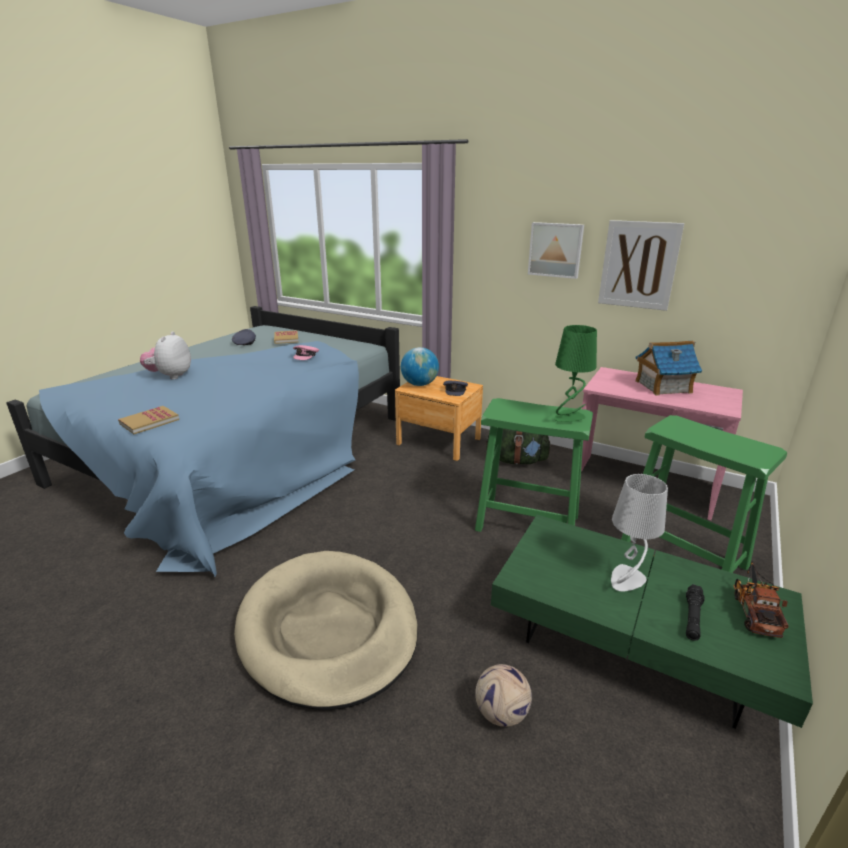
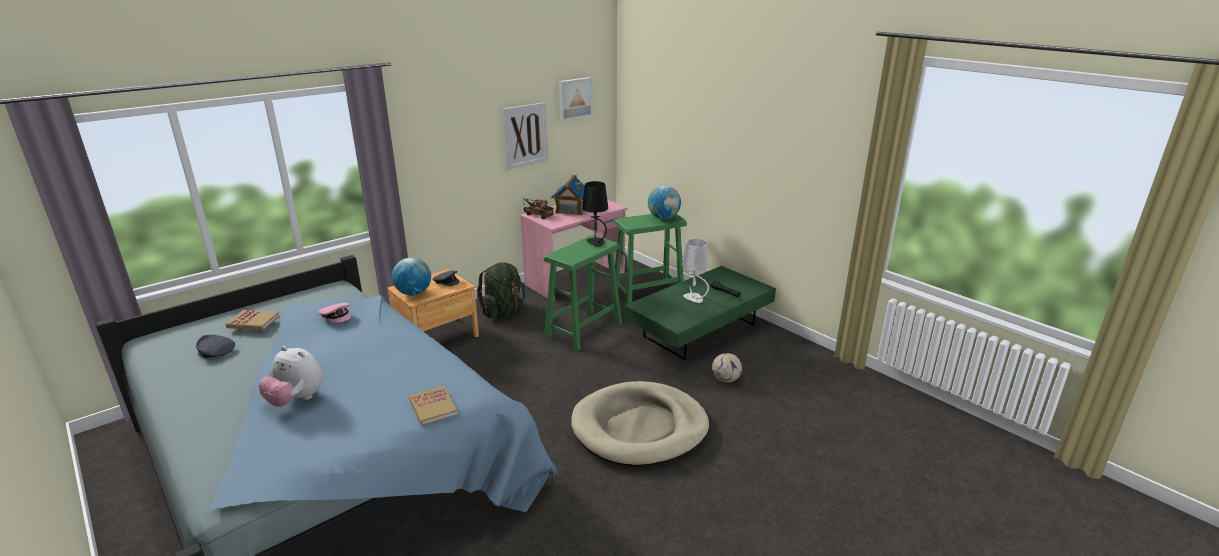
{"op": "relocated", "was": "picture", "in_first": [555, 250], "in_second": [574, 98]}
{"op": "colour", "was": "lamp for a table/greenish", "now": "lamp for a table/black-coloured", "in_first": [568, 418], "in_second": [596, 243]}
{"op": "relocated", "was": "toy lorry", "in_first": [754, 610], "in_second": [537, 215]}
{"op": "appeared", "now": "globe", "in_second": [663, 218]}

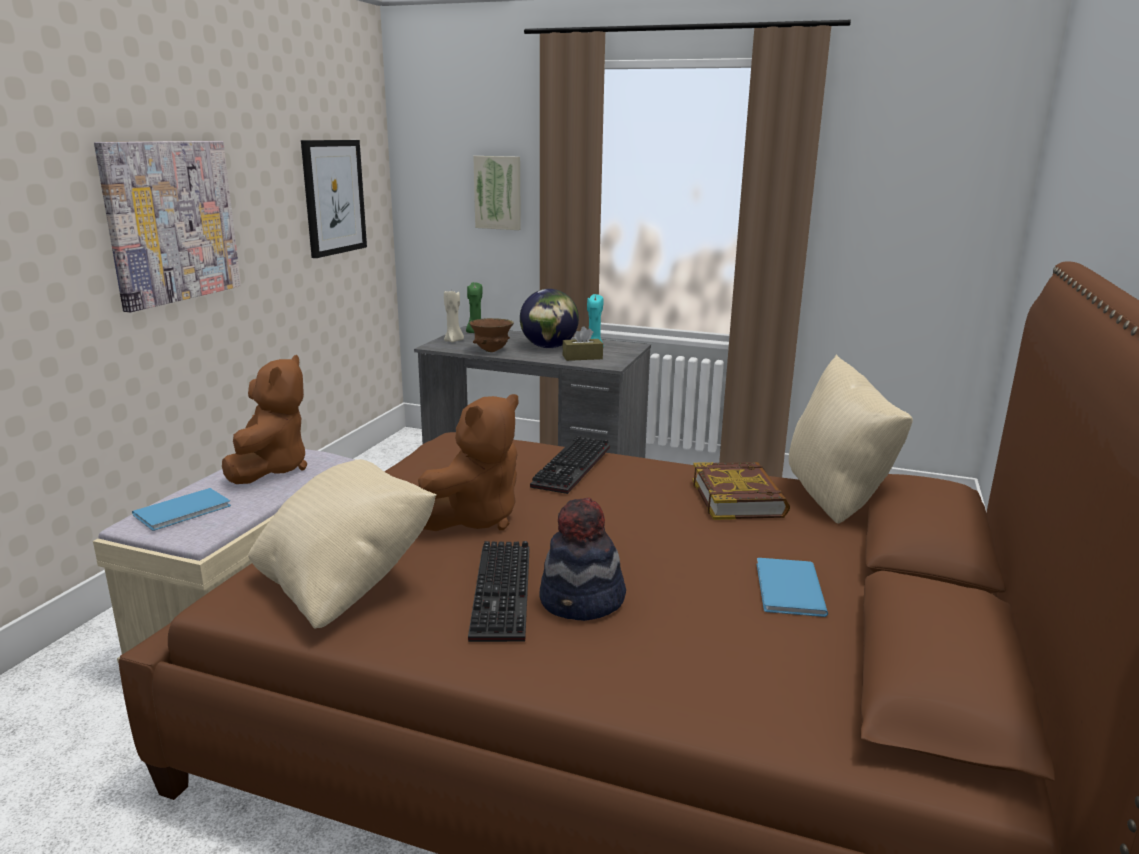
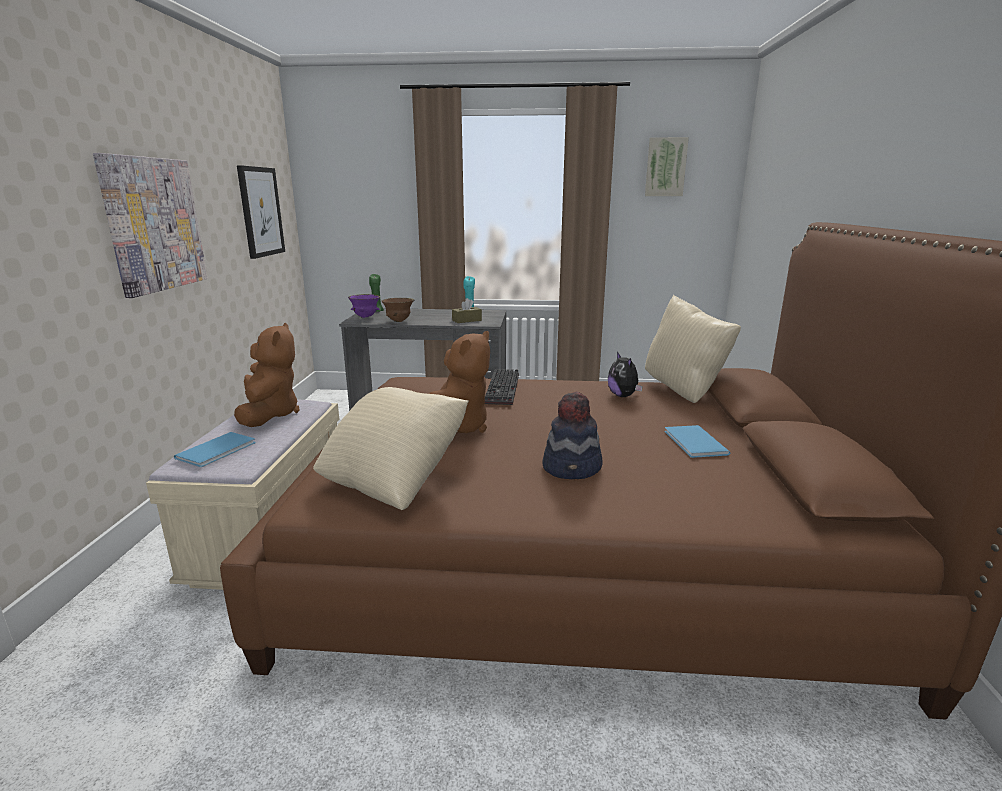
{"op": "exchanged", "was": "wax candle/beige-coloured", "now": "deep dish/purple", "in_first": [454, 341], "in_second": [365, 317]}
{"op": "missing", "was": "PC keyboard", "in_first": [505, 594]}
{"op": "relocated", "was": "picture", "in_first": [498, 192], "in_second": [665, 167]}
{"op": "missing", "was": "globe", "in_first": [549, 347]}
{"op": "exchanged", "was": "volume", "now": "cuddly toy", "in_first": [738, 498], "in_second": [623, 396]}

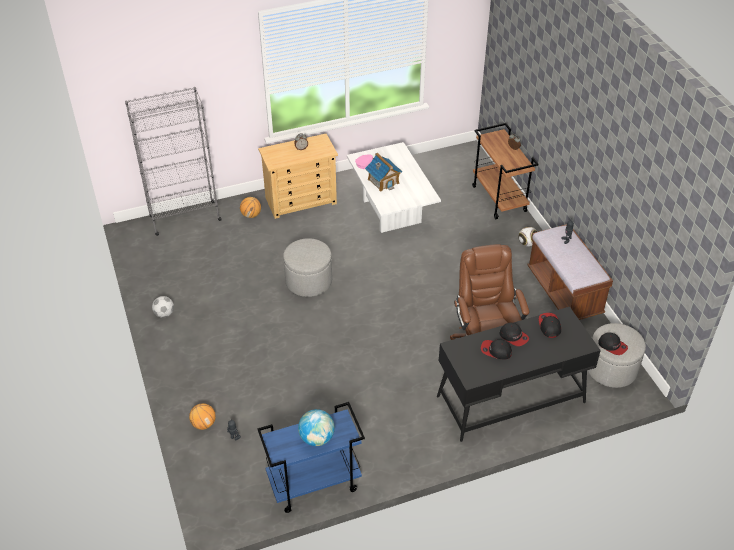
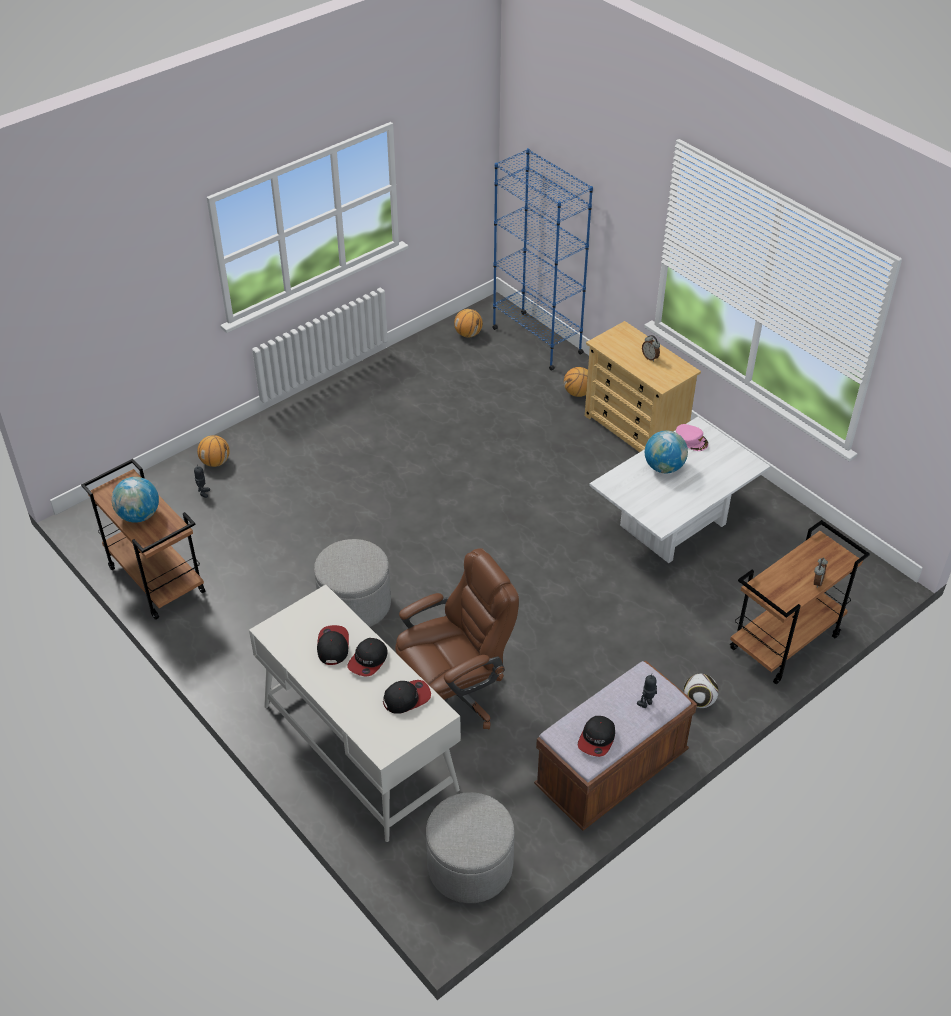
{"op": "colour", "was": "shelving unit/grey", "now": "shelving unit/bluish", "in_first": [185, 218], "in_second": [537, 340]}
{"op": "missing", "was": "football", "in_first": [164, 314]}
{"op": "colour", "was": "cart/bluish", "now": "cart/brownish", "in_first": [313, 484], "in_second": [155, 580]}
{"op": "relocated", "was": "pouffe/grey", "in_first": [308, 281], "in_second": [355, 604]}
{"op": "exchanged", "was": "toy house", "now": "globe", "in_first": [383, 181], "in_second": [664, 467]}
{"op": "colour", "was": "desk unit/black-coloured", "now": "desk unit/white-coloured", "in_first": [510, 399], "in_second": [359, 746]}
{"op": "relocated", "was": "cap", "in_first": [612, 346], "in_second": [597, 739]}
{"op": "appeared", "now": "basketball ball", "in_second": [468, 334]}

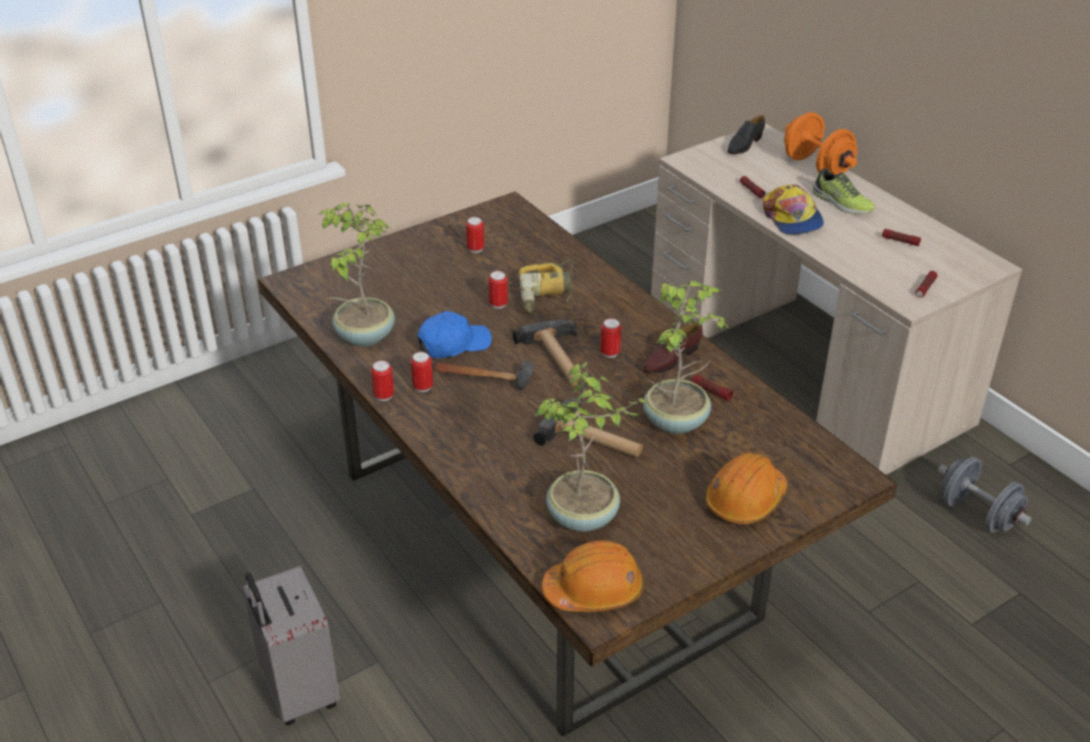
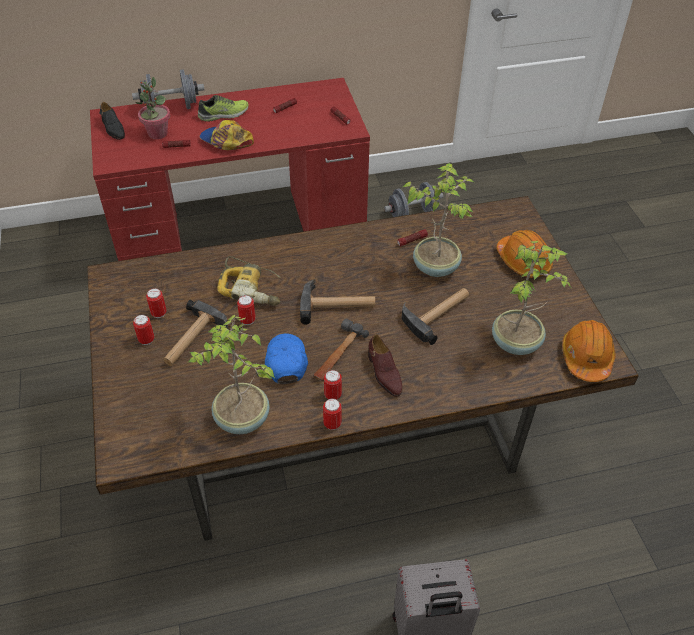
{"op": "relocated", "was": "metal can", "in_first": [610, 353], "in_second": [146, 340]}
{"op": "relocated", "was": "item of footwear/brownish", "in_first": [671, 358], "in_second": [384, 373]}
{"op": "colour", "was": "desk unit/beige-coloured", "now": "desk unit/red", "in_first": [804, 362], "in_second": [241, 230]}
{"op": "spun", "was": "cap", "in_first": [792, 218], "in_second": [226, 141], "clockwise": -150}
{"op": "colour", "was": "free weight/orange-coloured", "now": "free weight/grey", "in_first": [817, 166], "in_second": [171, 108]}
{"op": "appeared", "now": "plant in a pot", "in_second": [157, 133]}
{"op": "appeared", "now": "hand hammer", "in_second": [192, 339]}

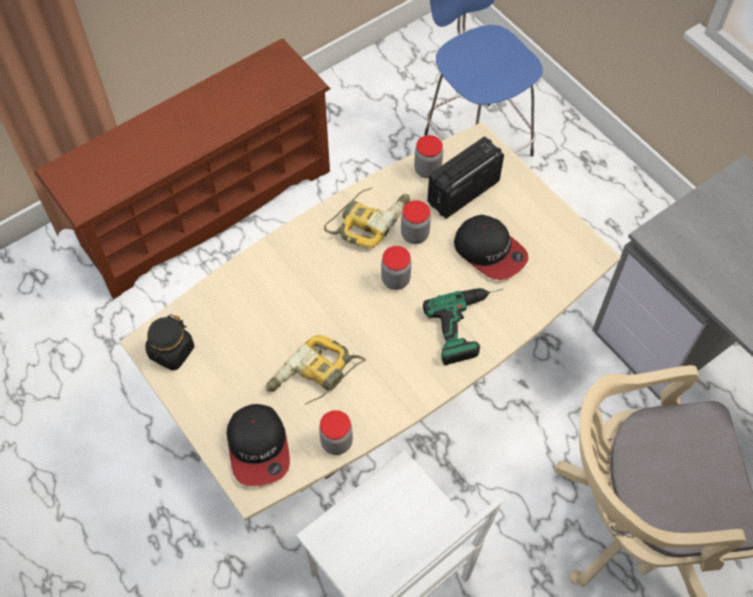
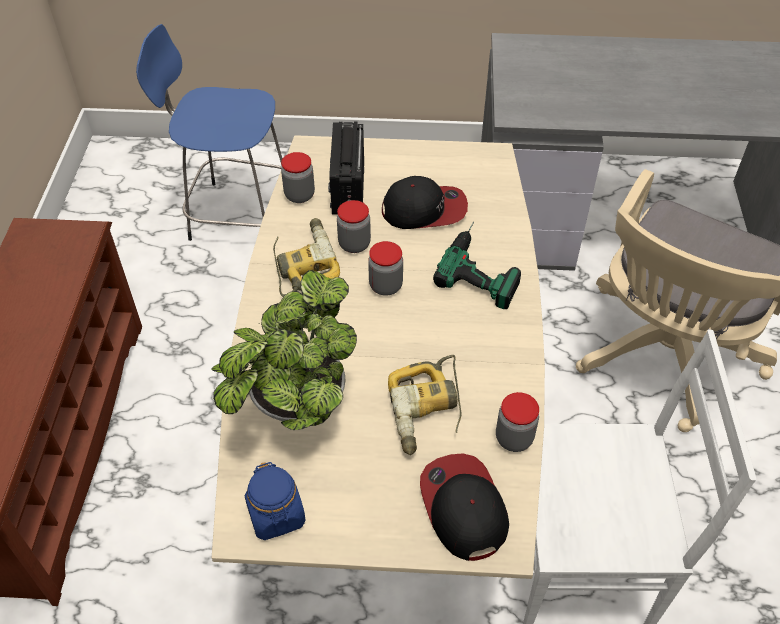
{"op": "colour", "was": "jar/black-coloured", "now": "jar/bluish", "in_first": [171, 352], "in_second": [276, 515]}
{"op": "spun", "was": "cap", "in_first": [259, 447], "in_second": [463, 508], "clockwise": -135}
{"op": "appeared", "now": "plant in a pot", "in_second": [295, 407]}

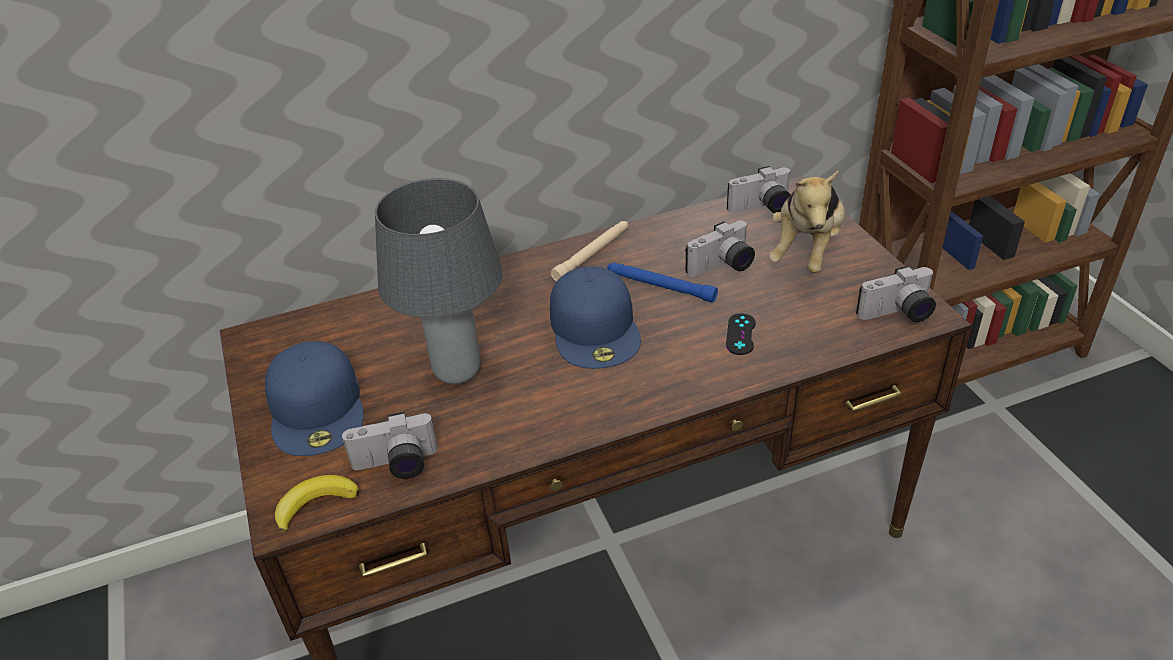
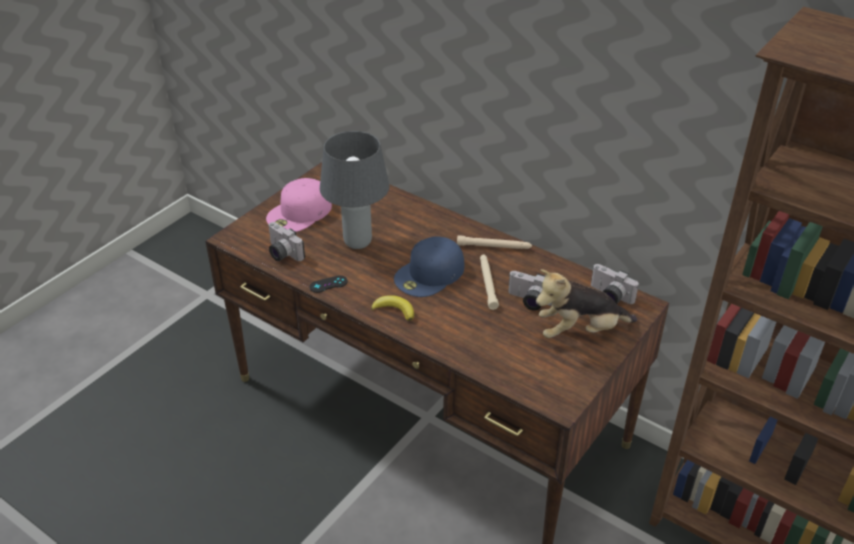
{"op": "colour", "was": "cap/bluish", "now": "cap/pinkish", "in_first": [318, 408], "in_second": [299, 213]}
{"op": "relocated", "was": "banana", "in_first": [315, 504], "in_second": [394, 310]}
{"op": "colour", "was": "flashlight/bluish", "now": "flashlight/beige-coloured", "in_first": [660, 286], "in_second": [487, 283]}
{"op": "relocated", "was": "gamepad/black-coloured", "in_first": [740, 334], "in_second": [328, 284]}
{"op": "missing", "was": "photo camera", "in_first": [898, 314]}

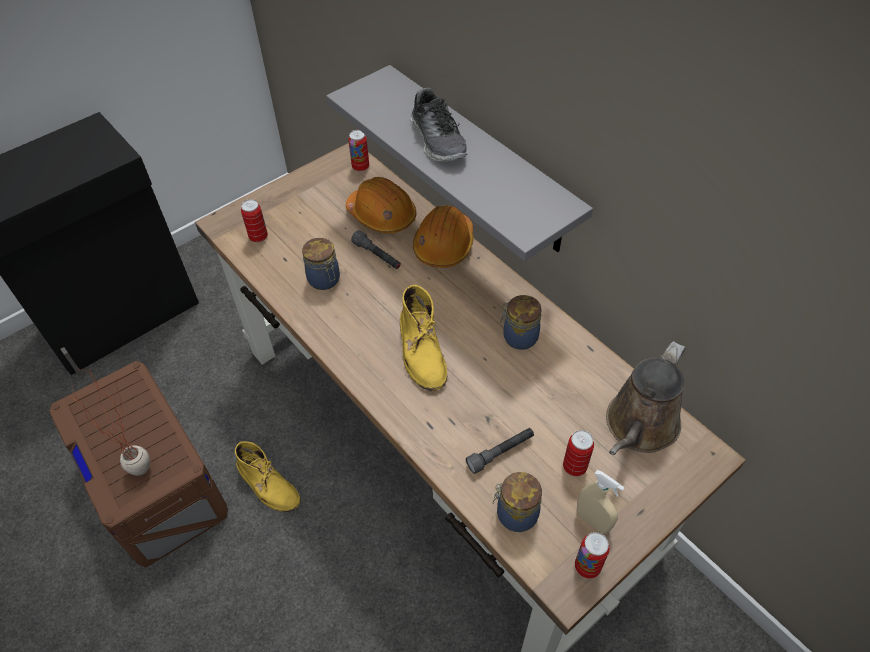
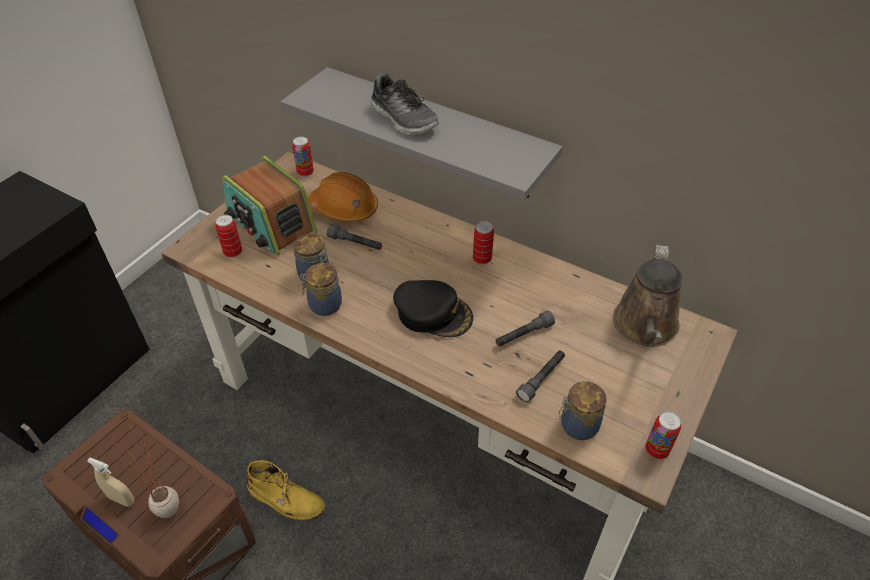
{"op": "exchanged", "was": "tall boot/yellow", "now": "cap/black-coloured", "in_first": [422, 350], "in_second": [433, 313]}
{"op": "missing", "was": "safety helmet/orange-coloured", "in_first": [444, 245]}
{"op": "relocated", "was": "jar", "in_first": [518, 337], "in_second": [324, 305]}
{"op": "relocated", "was": "metal can", "in_first": [574, 467], "in_second": [482, 259]}
{"op": "relocated", "was": "hand sprayer/beige-coloured", "in_first": [592, 521], "in_second": [122, 499]}
{"op": "appeared", "now": "radio receiver", "in_second": [271, 224]}
{"op": "appeared", "now": "flashlight/grey", "in_second": [523, 335]}

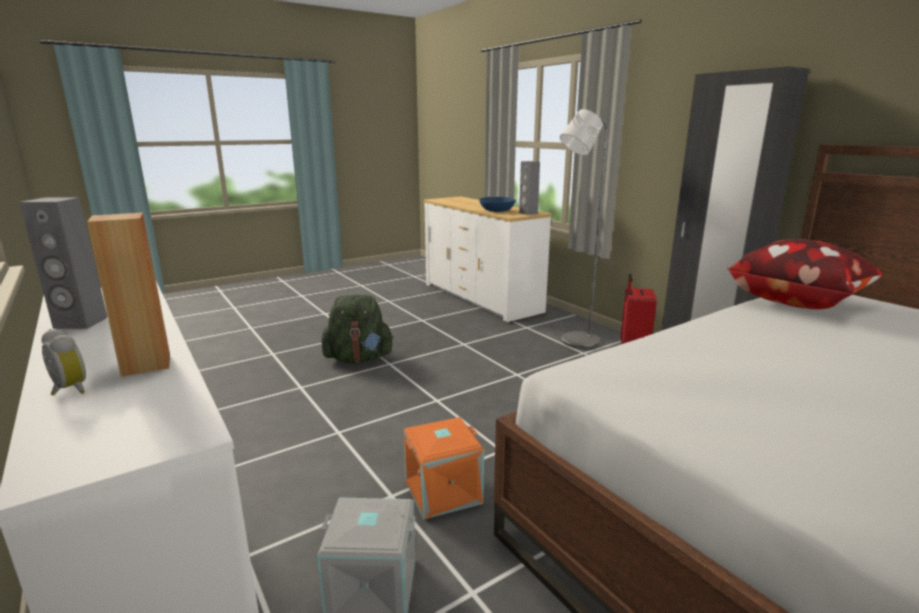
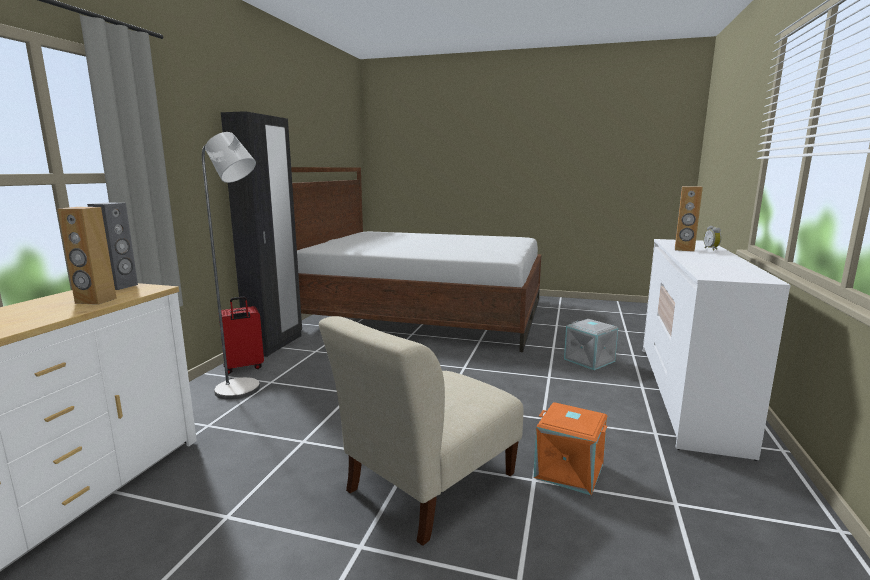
{"op": "missing", "was": "audio speaker/grey", "in_first": [80, 323]}
{"op": "exchanged", "was": "knapsack/greenish", "now": "upright chair/beige-coloured", "in_first": [359, 359], "in_second": [427, 486]}
{"op": "relocated", "was": "storage bin/orange-coloured", "in_first": [443, 492], "in_second": [569, 470]}
{"op": "exchanged", "was": "deep dish/bluish", "now": "audio speaker/brownish", "in_first": [496, 211], "in_second": [95, 301]}
{"op": "missing", "was": "cushion", "in_first": [795, 302]}

